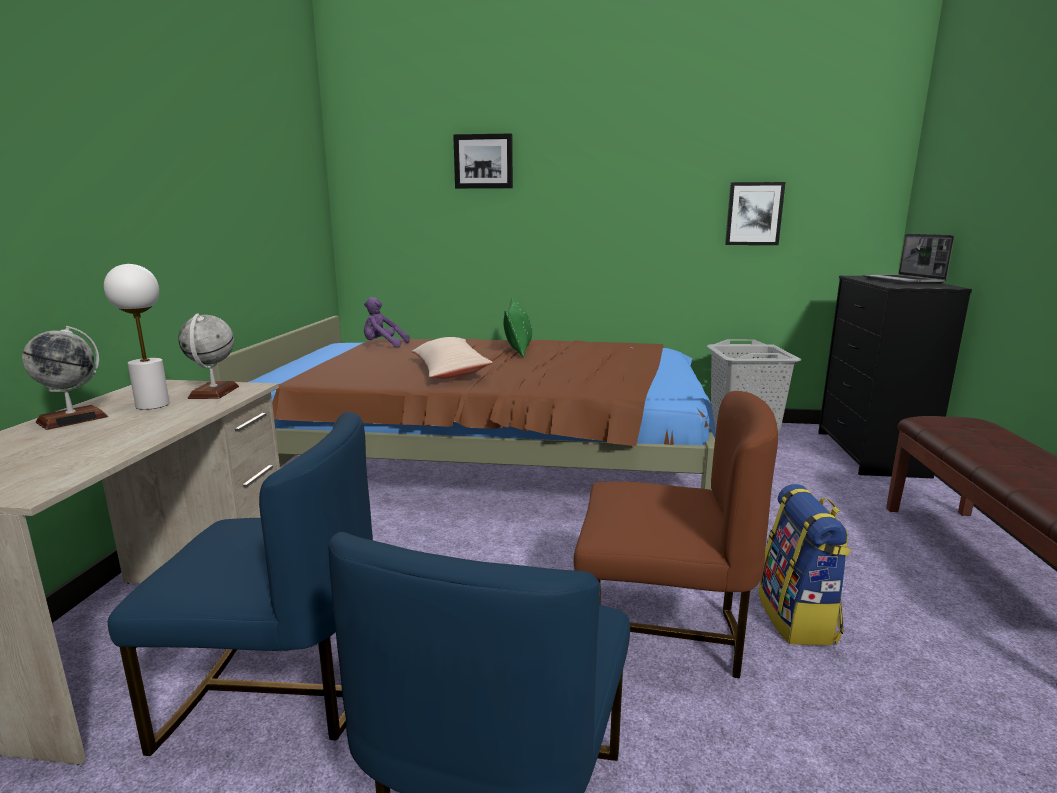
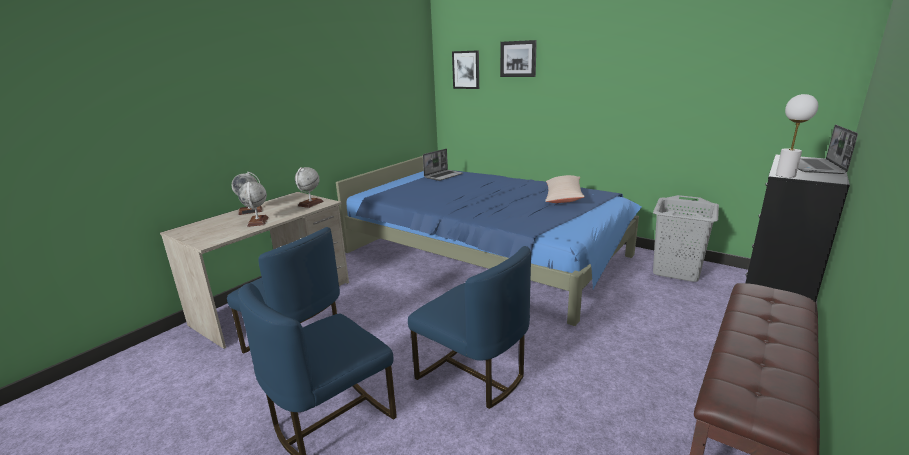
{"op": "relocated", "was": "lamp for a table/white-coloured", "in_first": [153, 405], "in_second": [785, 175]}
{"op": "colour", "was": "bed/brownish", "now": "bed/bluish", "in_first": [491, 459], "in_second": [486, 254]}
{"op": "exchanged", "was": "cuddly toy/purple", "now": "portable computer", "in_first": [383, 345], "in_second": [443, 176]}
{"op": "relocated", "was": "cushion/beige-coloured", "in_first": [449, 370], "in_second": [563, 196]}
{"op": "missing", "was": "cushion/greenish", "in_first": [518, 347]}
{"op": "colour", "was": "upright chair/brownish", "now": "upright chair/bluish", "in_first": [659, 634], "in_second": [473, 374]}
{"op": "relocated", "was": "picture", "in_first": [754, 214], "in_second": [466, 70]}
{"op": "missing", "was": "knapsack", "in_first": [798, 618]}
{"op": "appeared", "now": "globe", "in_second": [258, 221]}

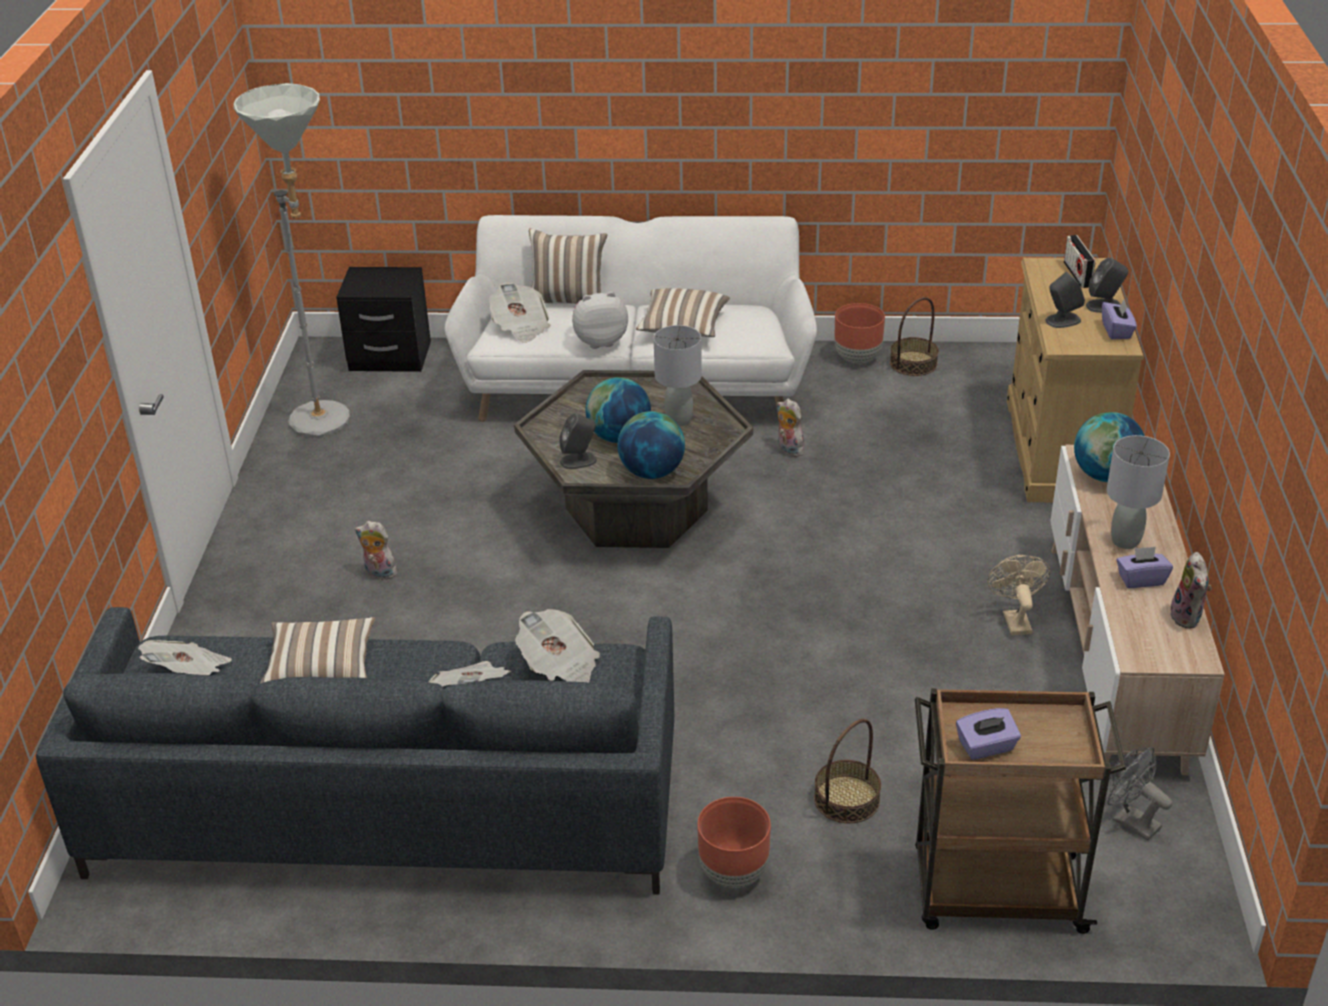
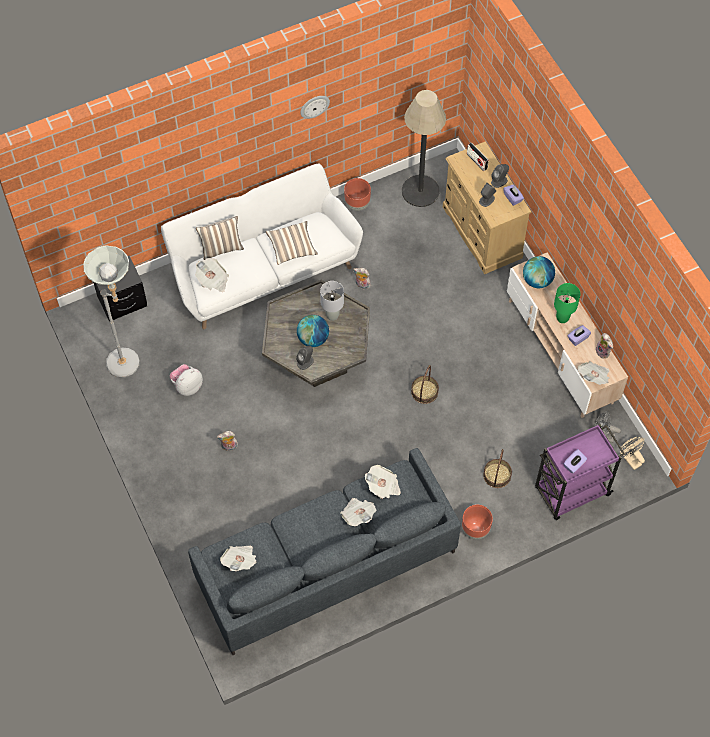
{"op": "missing", "was": "cushion", "in_first": [321, 671]}
{"op": "relocated", "was": "cuddly toy", "in_first": [600, 341], "in_second": [187, 386]}
{"op": "missing", "was": "globe", "in_first": [651, 472]}
{"op": "relocated", "was": "household basket", "in_first": [913, 363], "in_second": [424, 392]}
{"op": "colour", "was": "cart/brownish", "now": "cart/purple", "in_first": [995, 892], "in_second": [571, 492]}
{"op": "relocated", "was": "electric fan/beige-coloured", "in_first": [1014, 619], "in_second": [630, 459]}
{"op": "colour", "was": "lamp for a table/grey", "now": "lamp for a table/greenish", "in_first": [1124, 541], "in_second": [562, 318]}
{"op": "appeared", "now": "hanging clock", "in_second": [314, 106]}
{"op": "appeared", "now": "standing lamp", "in_second": [420, 191]}
{"op": "appeared", "now": "daily paper", "in_second": [593, 377]}

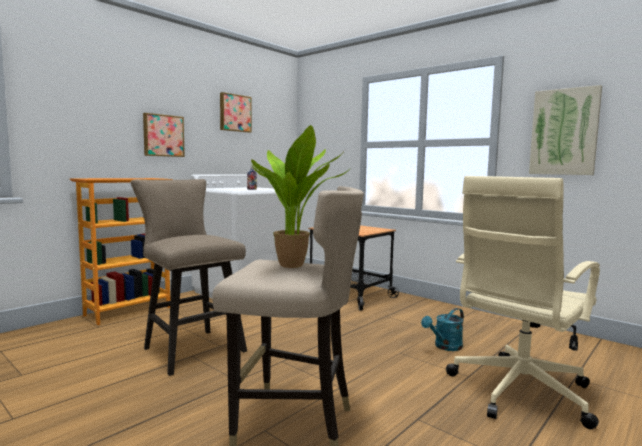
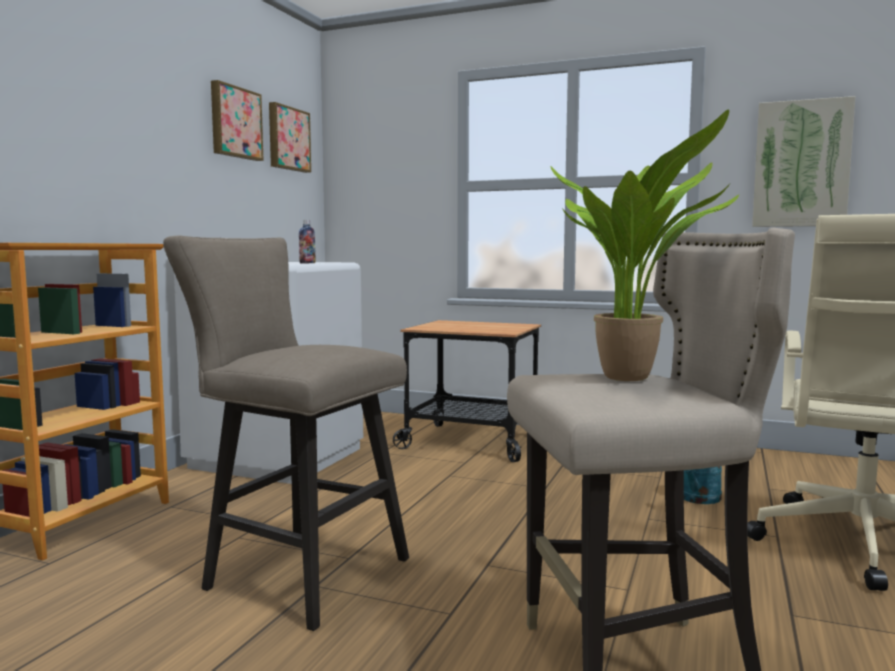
{"op": "relocated", "was": "picture", "in_first": [163, 135], "in_second": [287, 139]}

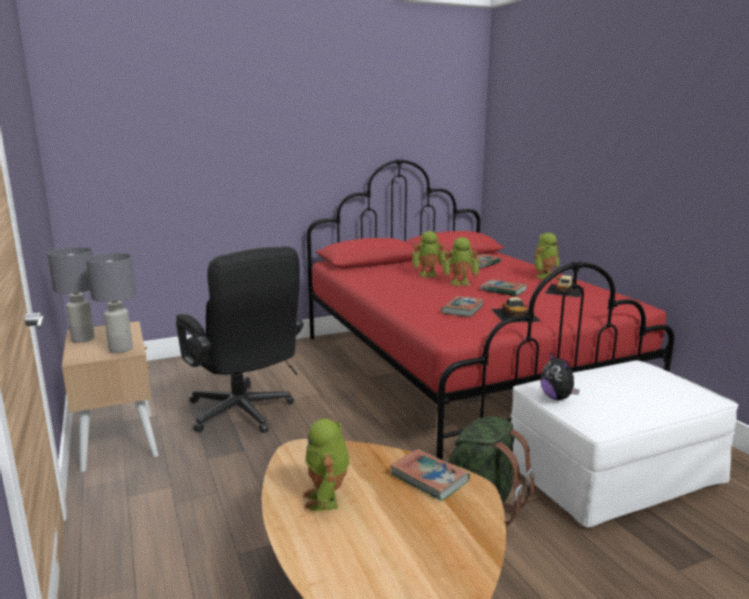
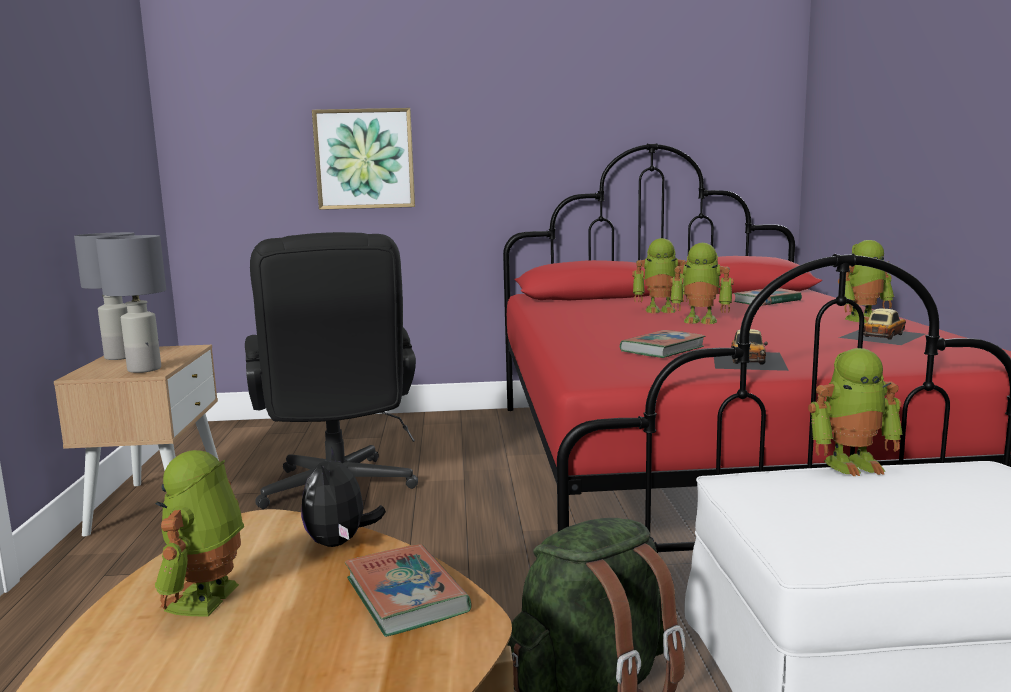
{"op": "missing", "was": "volume", "in_first": [503, 290]}
{"op": "relocated", "was": "cuddly toy", "in_first": [557, 398], "in_second": [340, 543]}
{"op": "appeared", "now": "picture", "in_second": [364, 159]}
{"op": "appeared", "now": "model robot", "in_second": [852, 463]}

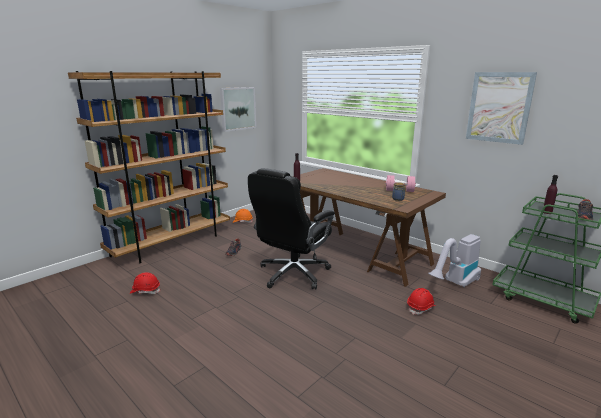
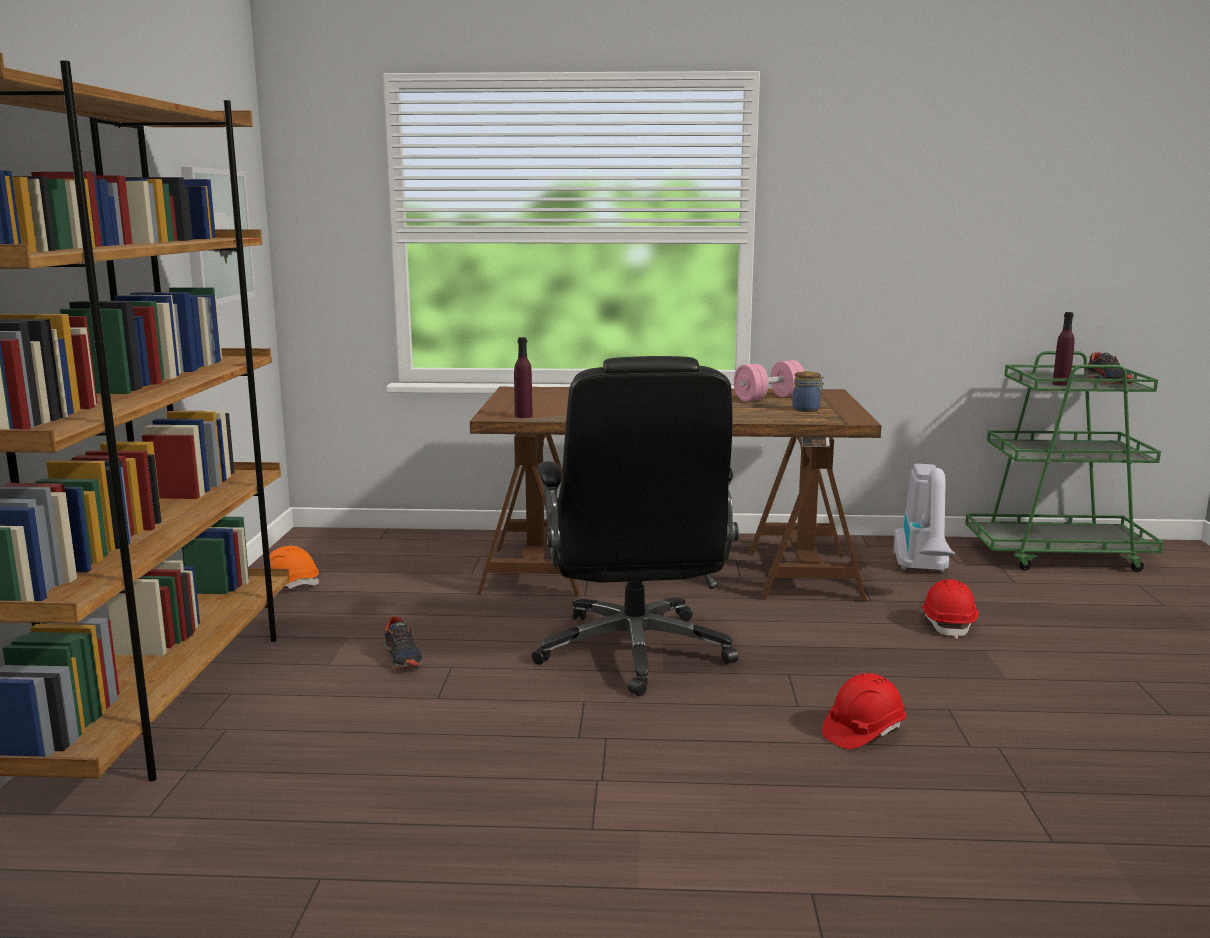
{"op": "relocated", "was": "safety helmet/red", "in_first": [145, 291], "in_second": [863, 731]}
{"op": "missing", "was": "picture", "in_first": [499, 107]}

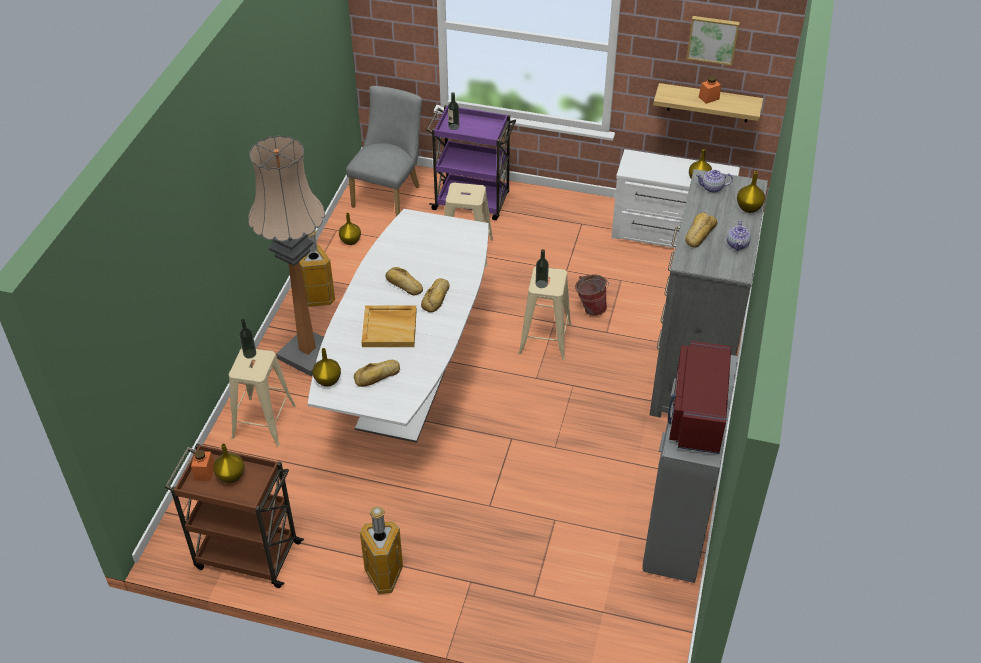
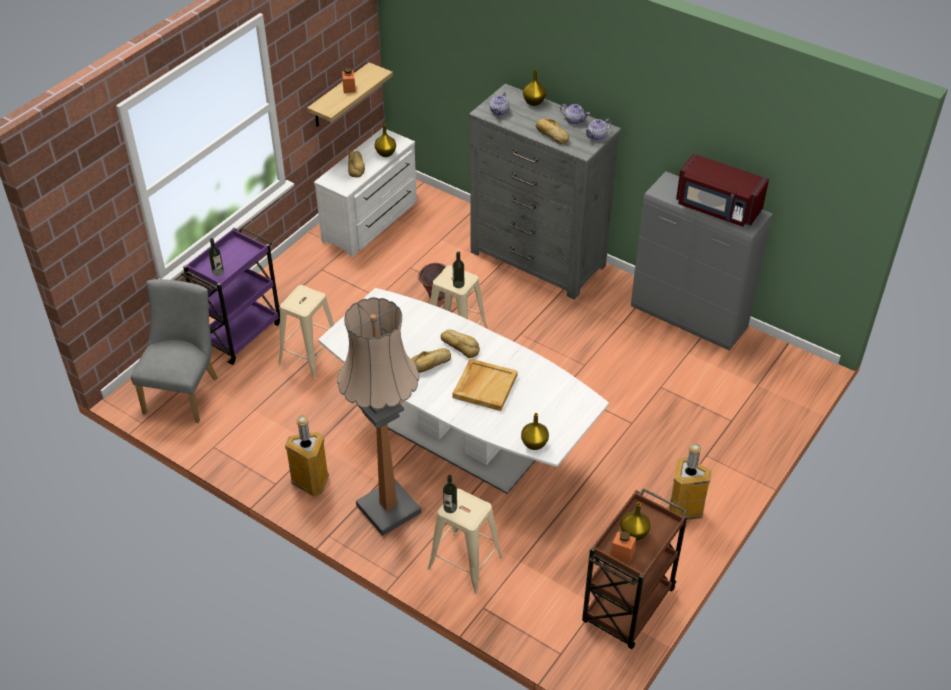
{"op": "missing", "was": "flower vase/yellow", "in_first": [350, 241]}
{"op": "spun", "was": "upright chair/grey", "in_first": [389, 194], "in_second": [184, 391], "clockwise": 60}
{"op": "relocated", "was": "bakery bread", "in_first": [378, 376], "in_second": [356, 166]}
{"op": "missing", "was": "picture", "in_first": [713, 39]}
{"op": "appeared", "now": "tea pot", "in_second": [597, 136]}

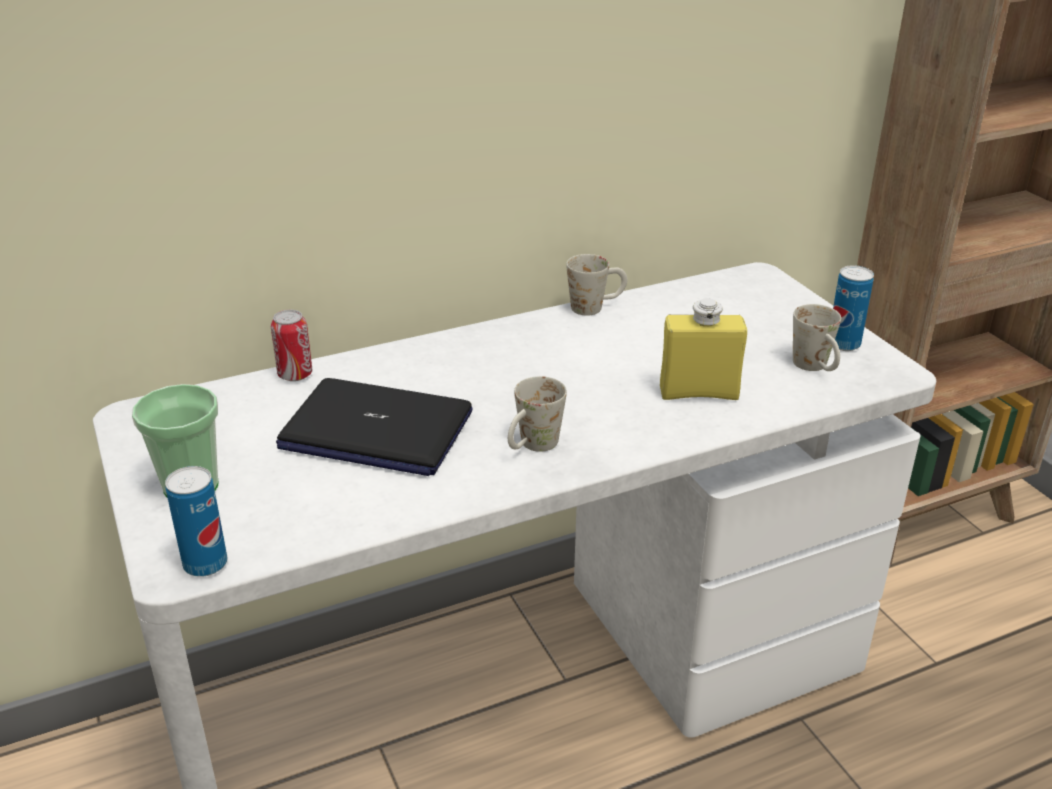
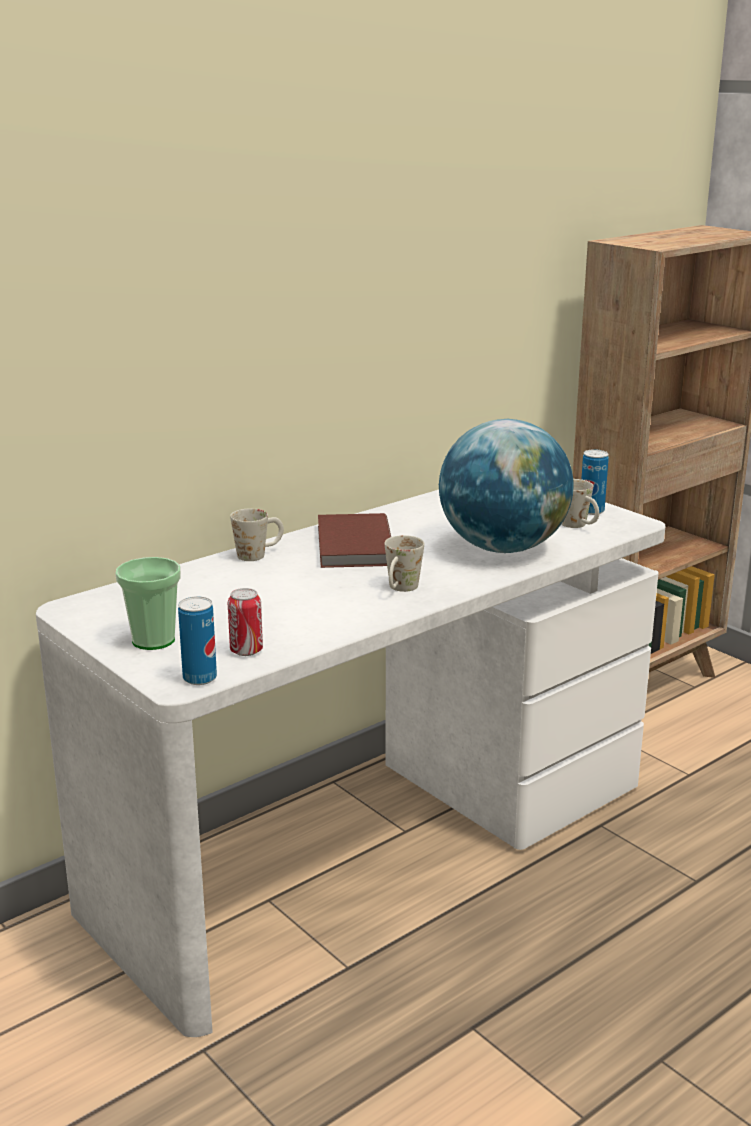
{"op": "relocated", "was": "metal can", "in_first": [295, 375], "in_second": [246, 651]}
{"op": "missing", "was": "portable computer", "in_first": [375, 430]}
{"op": "relocated", "was": "coffee mug/white-coloured", "in_first": [596, 307], "in_second": [259, 554]}
{"op": "exchanged", "was": "beverage bottle/yellow", "now": "globe", "in_first": [698, 393], "in_second": [503, 548]}
{"op": "appeared", "now": "volume/brownish", "in_second": [352, 546]}

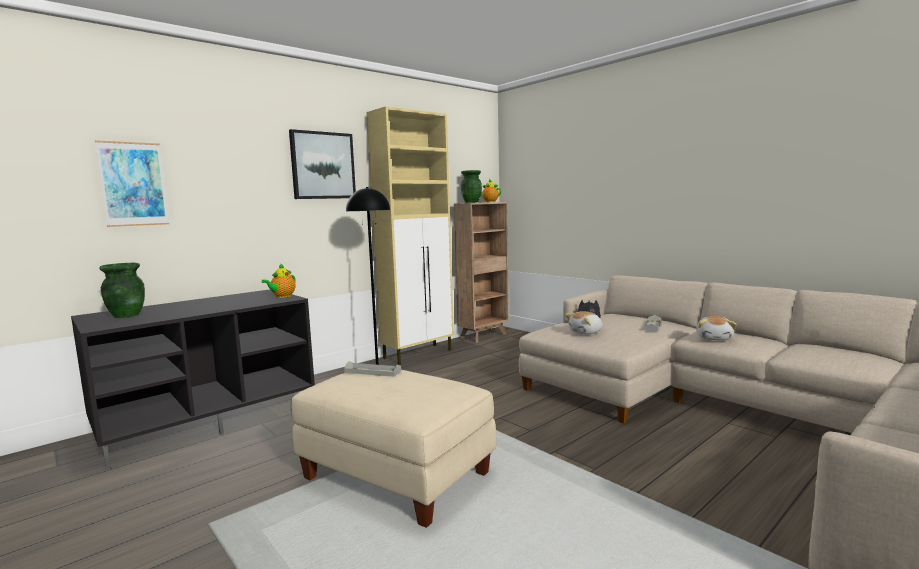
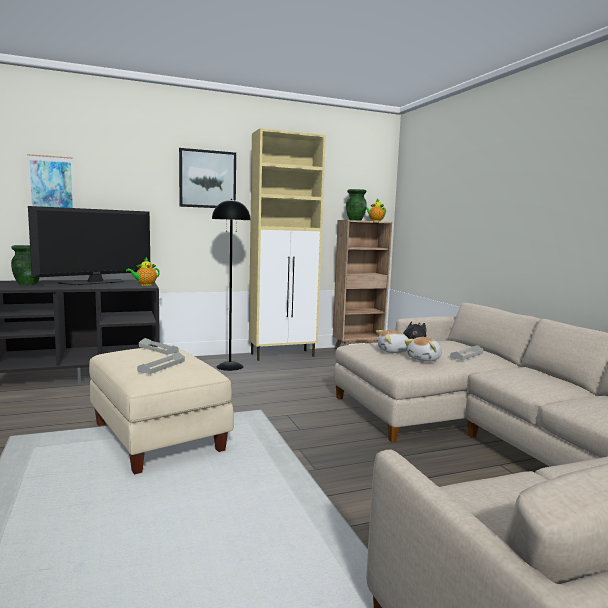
{"op": "relocated", "was": "cuddly toy", "in_first": [714, 338], "in_second": [425, 359]}
{"op": "appeared", "now": "TV", "in_second": [95, 282]}
{"op": "appeared", "now": "carrying tray/grey", "in_second": [162, 366]}

